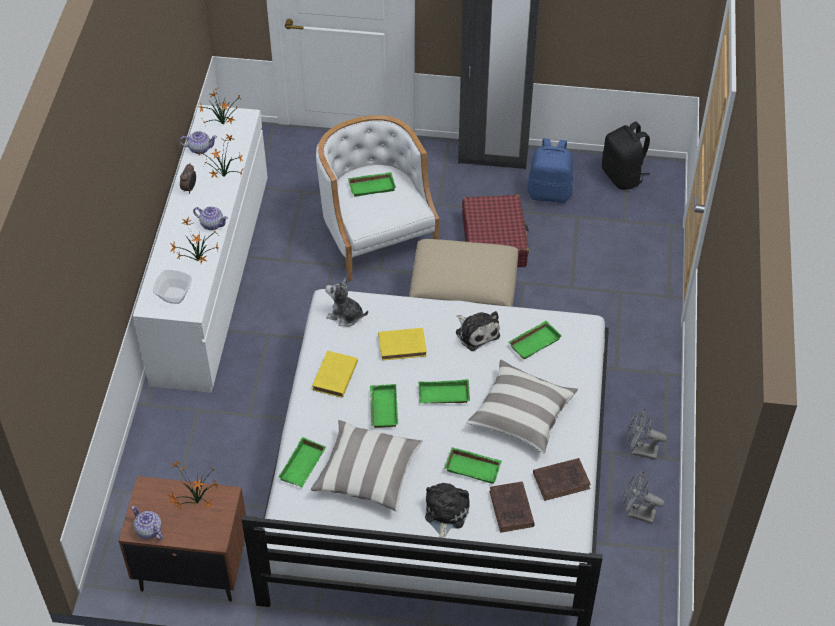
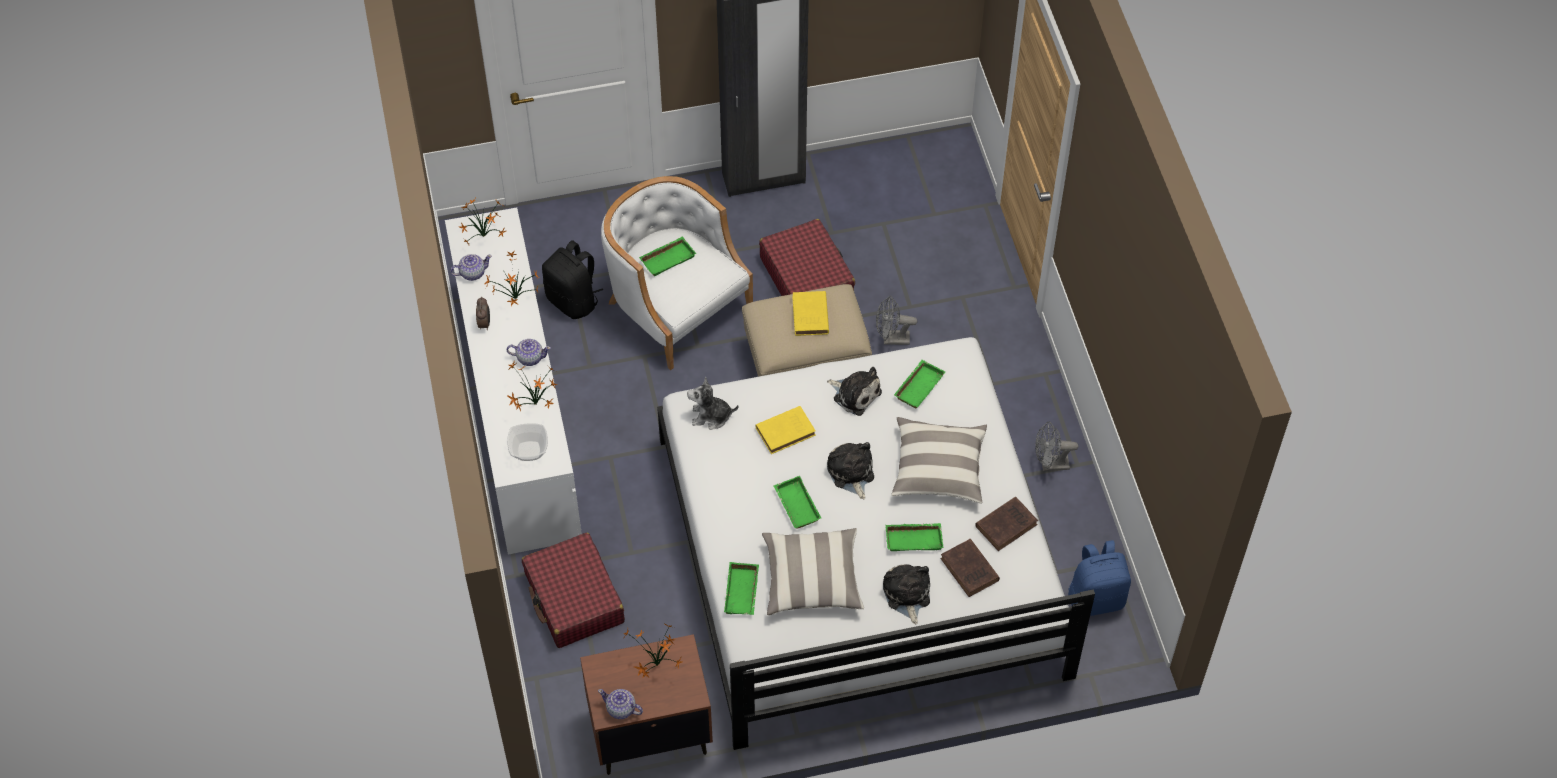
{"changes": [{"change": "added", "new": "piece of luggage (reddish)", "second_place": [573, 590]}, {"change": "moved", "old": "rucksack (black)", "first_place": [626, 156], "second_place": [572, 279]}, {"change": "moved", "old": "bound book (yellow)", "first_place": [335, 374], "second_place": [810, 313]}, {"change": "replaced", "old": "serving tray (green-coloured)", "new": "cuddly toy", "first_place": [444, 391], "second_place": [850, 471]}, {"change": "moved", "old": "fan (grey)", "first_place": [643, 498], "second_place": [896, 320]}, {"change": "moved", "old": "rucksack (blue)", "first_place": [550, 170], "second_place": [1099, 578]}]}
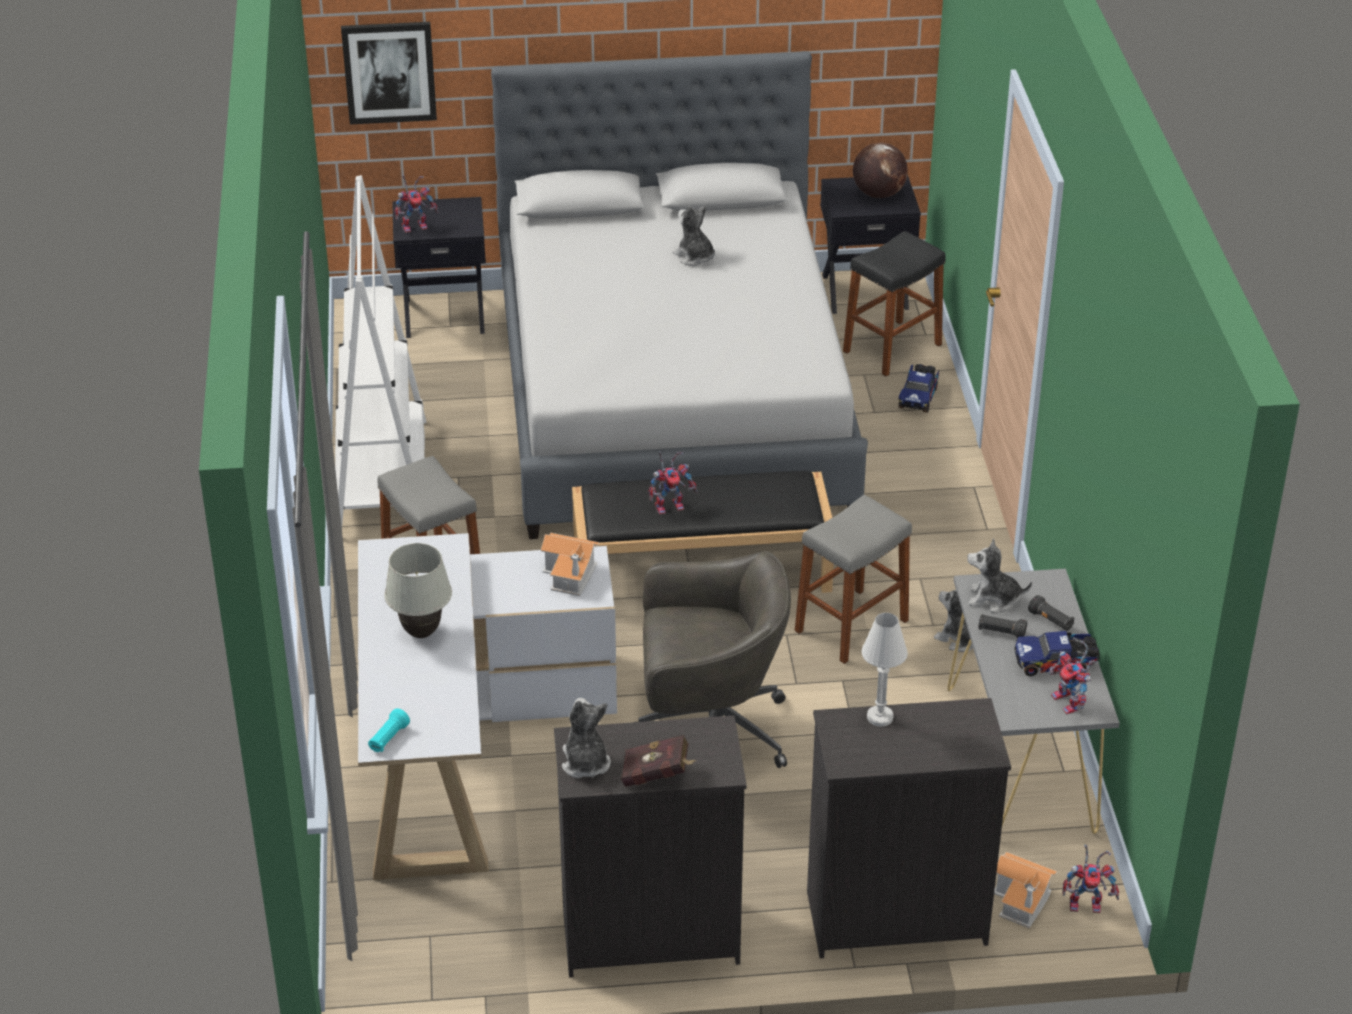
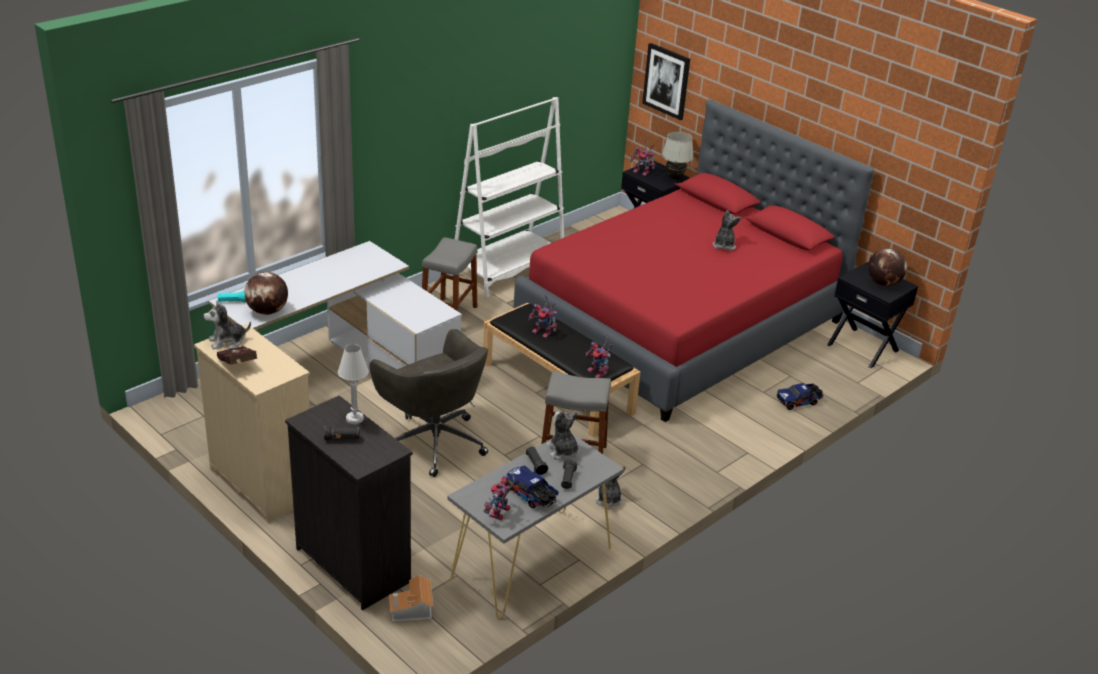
{"changes": [{"change": "recoloured", "old": "dresser (black)", "new": "dresser (beige)", "first_place": [650, 846], "second_place": [252, 423]}, {"change": "turned", "old": "cuddly toy", "first_place": [586, 738], "second_place": [227, 324], "degrees": -150}, {"change": "added", "new": "world globe", "second_place": [266, 293]}, {"change": "added", "new": "hand torch (black)", "second_place": [342, 433]}, {"change": "recoloured", "old": "bed (grey)", "new": "bed (reddish)", "first_place": [679, 295], "second_place": [693, 260]}, {"change": "moved", "old": "toy robot", "first_place": [1090, 878], "second_place": [599, 356]}, {"change": "moved", "old": "table lamp (white)", "first_place": [418, 590], "second_place": [678, 155]}, {"change": "removed", "old": "model house", "first_place": [570, 564]}, {"change": "removed", "old": "stool seat (black)", "first_place": [894, 303]}]}
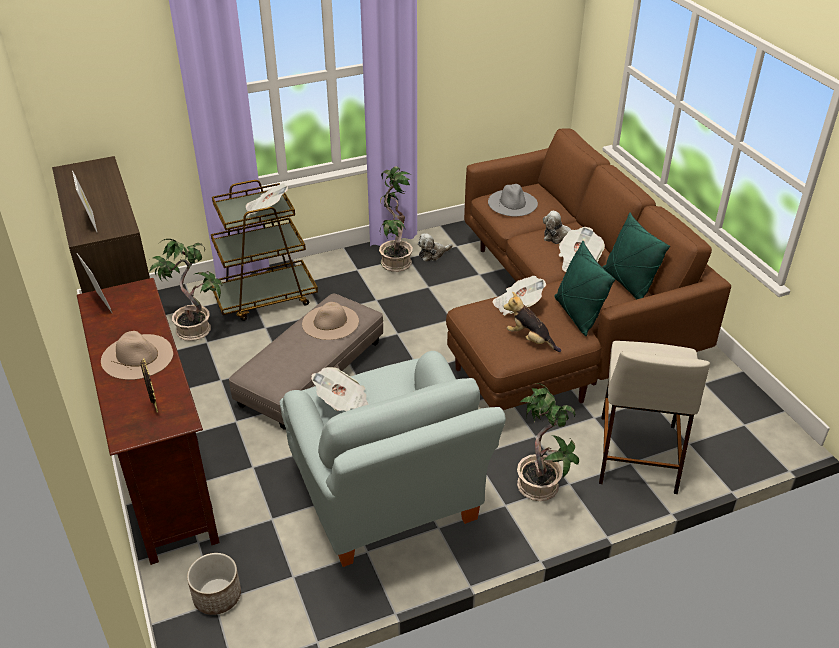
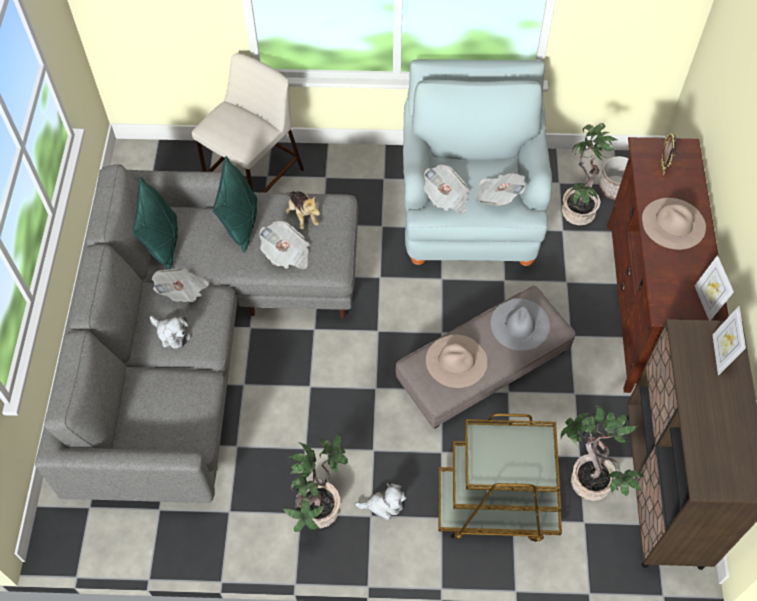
{"changes": [{"change": "recoloured", "old": "settee (brown-coloured)", "new": "settee (grey)", "first_place": [588, 269], "second_place": [196, 333]}, {"change": "moved", "old": "cuddly toy", "first_place": [435, 247], "second_place": [380, 501]}, {"change": "moved", "old": "printed paper", "first_place": [267, 199], "second_place": [447, 189]}, {"change": "moved", "old": "clothing hat (grey)", "first_place": [513, 200], "second_place": [520, 324]}, {"change": "moved", "old": "houseplant", "first_place": [548, 442], "second_place": [589, 174]}]}
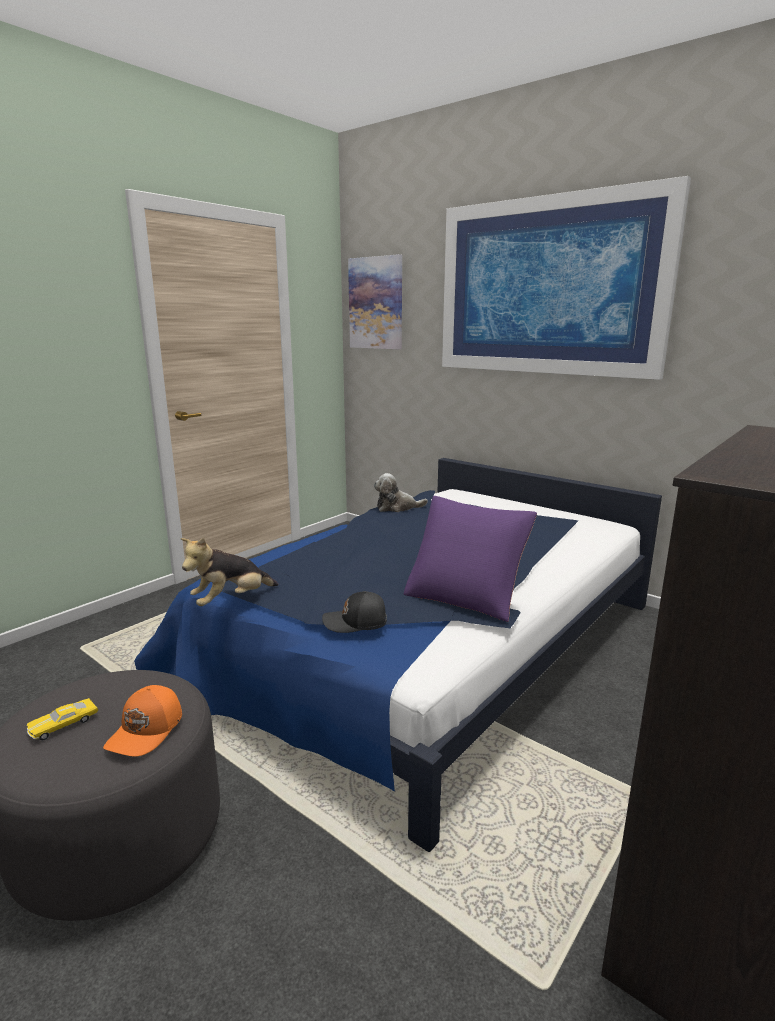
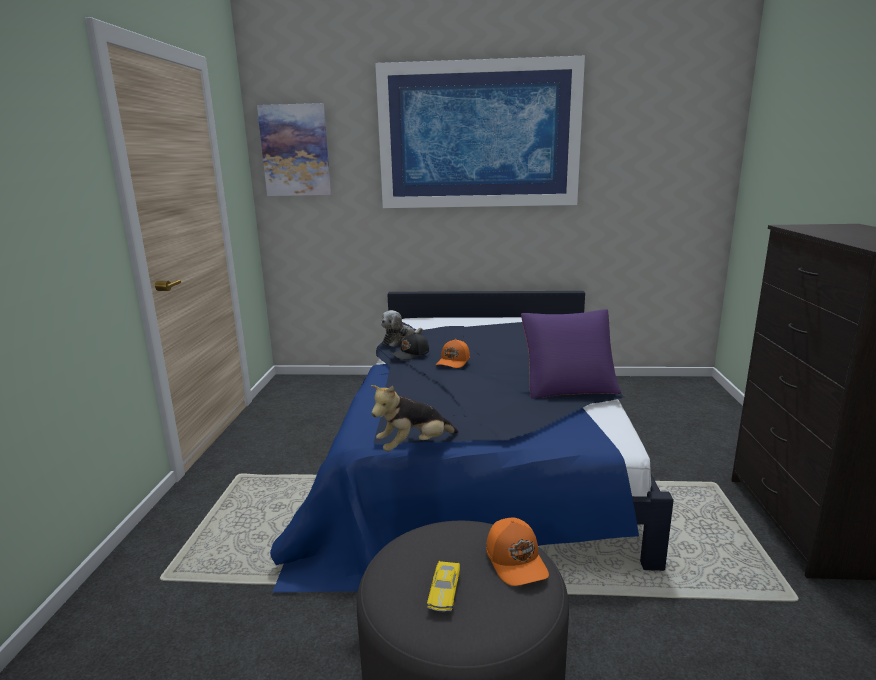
{"changes": [{"change": "turned", "old": "cuddly toy", "first_place": [229, 572], "second_place": [415, 418], "degrees": 45}, {"change": "moved", "old": "cap (black)", "first_place": [354, 612], "second_place": [410, 346]}, {"change": "added", "new": "cap (orange)", "second_place": [453, 353]}]}
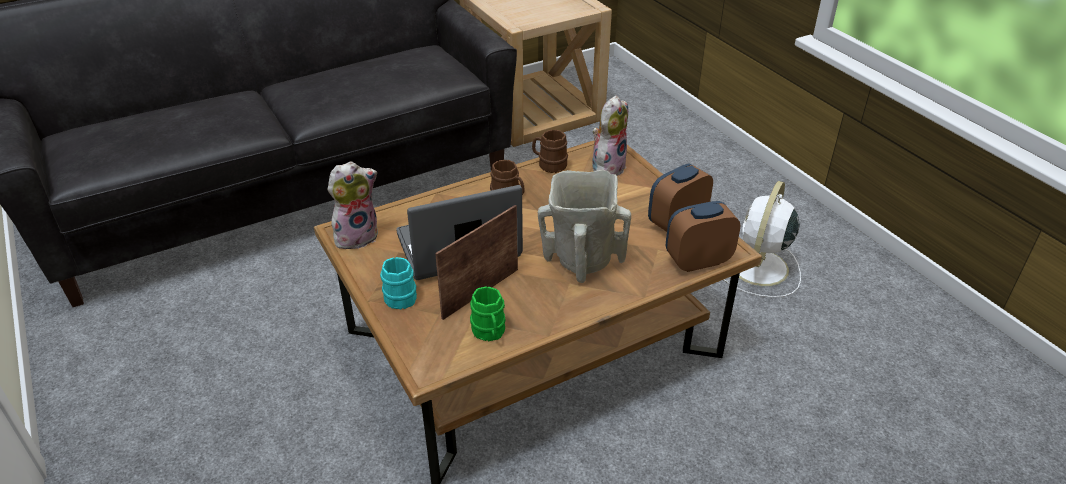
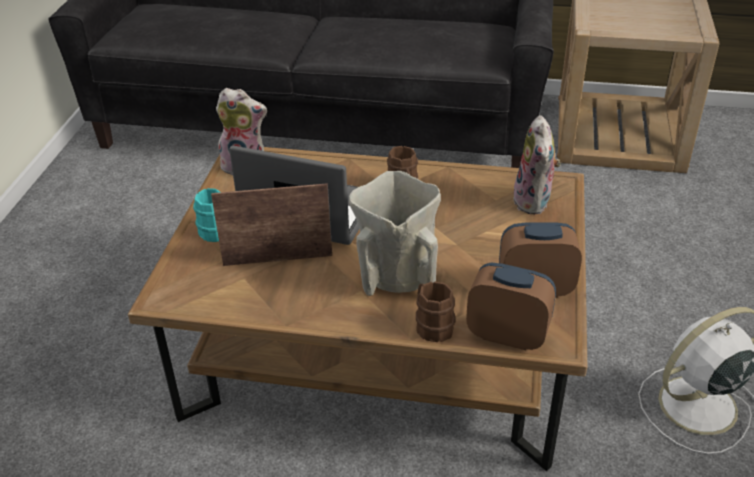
{"changes": [{"change": "moved", "old": "tea mug (brown-coloured)", "first_place": [550, 151], "second_place": [436, 311]}, {"change": "turned", "old": "cuddly toy", "first_place": [610, 135], "second_place": [537, 164], "degrees": 105}, {"change": "removed", "old": "tea mug (green-coloured)", "first_place": [487, 313]}]}
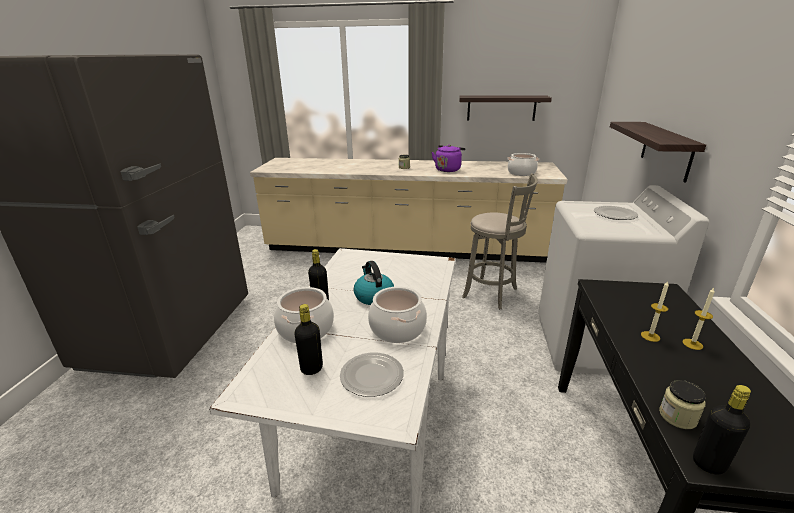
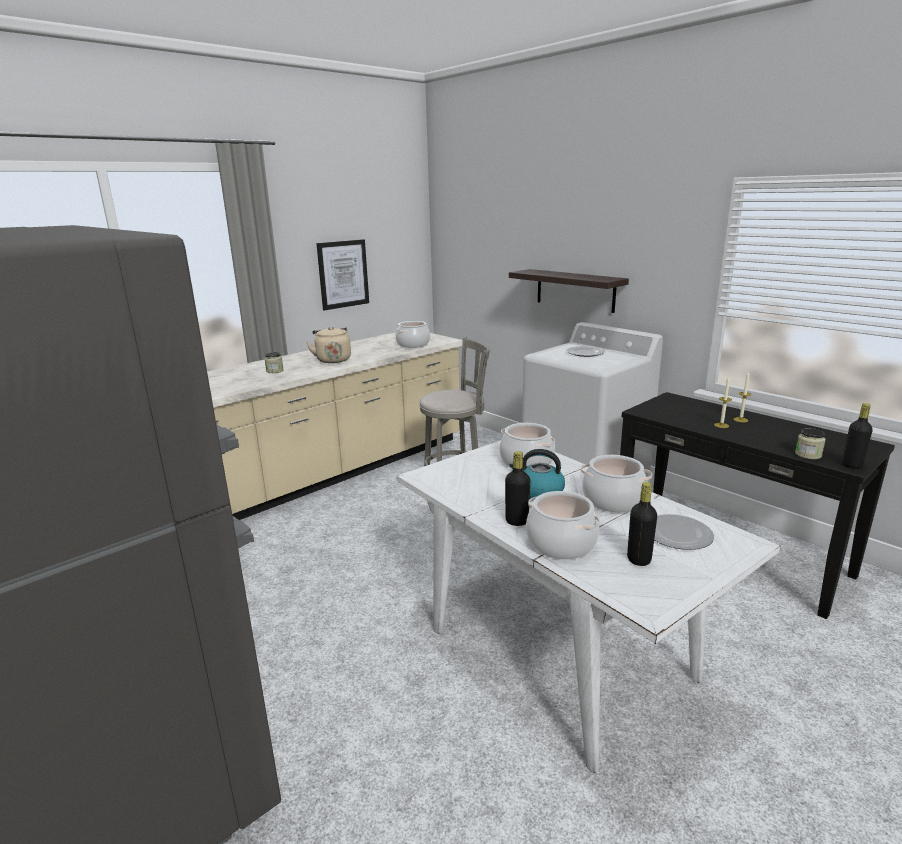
{"changes": [{"change": "recoloured", "old": "tea kettle (purplish)", "new": "tea kettle (beige)", "first_place": [448, 158], "second_place": [328, 345]}, {"change": "replaced", "old": "bracket shelf", "new": "wall art", "first_place": [505, 108], "second_place": [342, 275]}, {"change": "added", "new": "cooking pot", "second_place": [527, 445]}]}
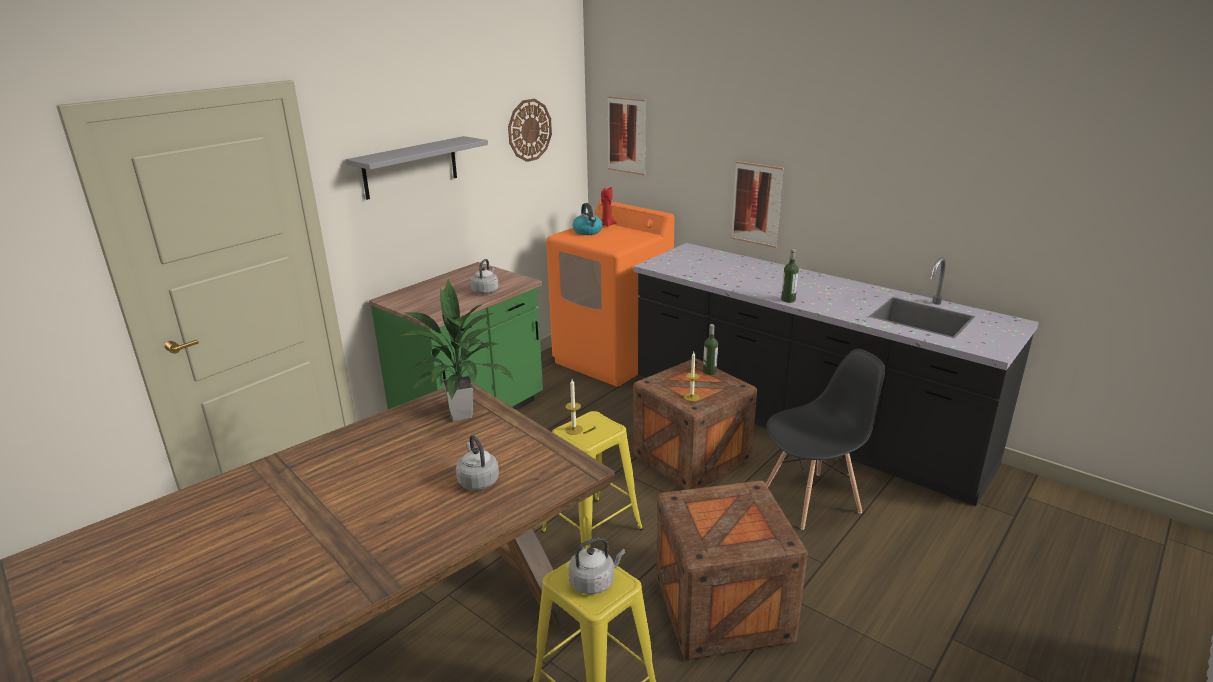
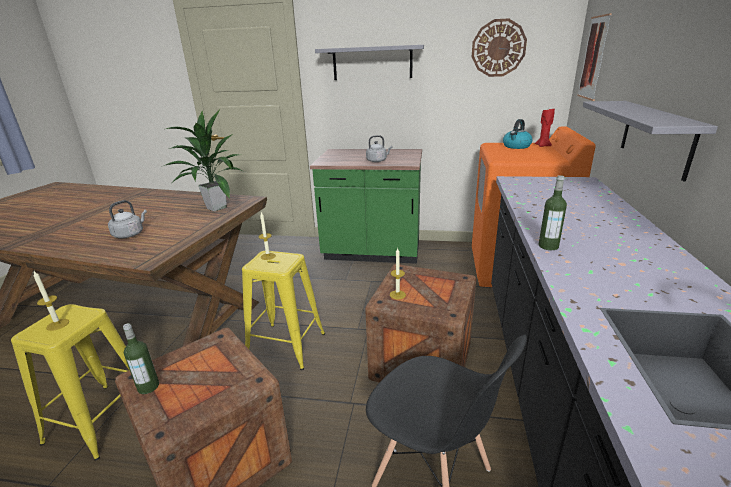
{"changes": [{"change": "replaced", "old": "tea kettle (grey)", "new": "wax light", "first_place": [597, 565], "second_place": [51, 301]}, {"change": "moved", "old": "drink bottle", "first_place": [710, 349], "second_place": [141, 358]}, {"change": "replaced", "old": "wall art", "new": "bracket shelf (grey)", "first_place": [757, 204], "second_place": [650, 141]}]}
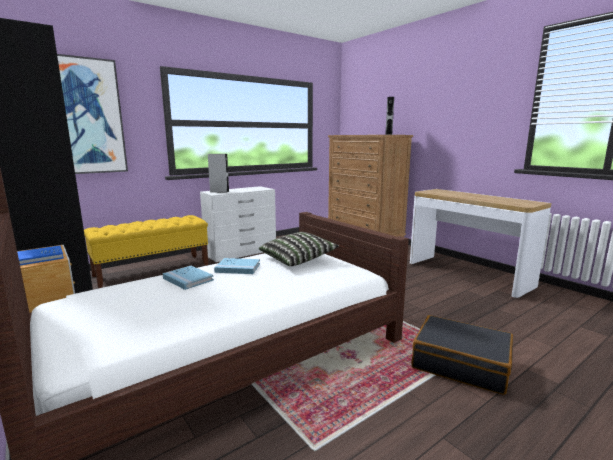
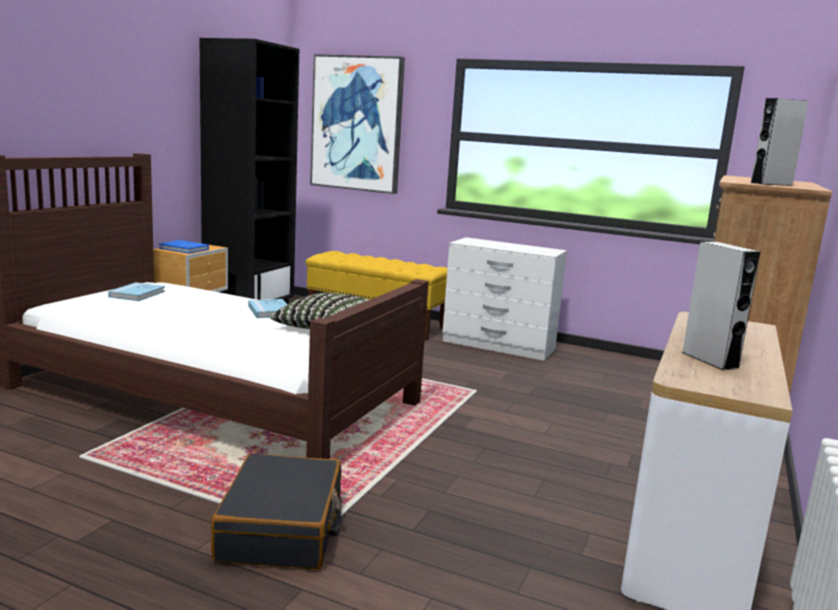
{"changes": [{"change": "moved", "old": "bound book (blue)", "first_place": [188, 278], "second_place": [136, 291]}, {"change": "moved", "old": "speaker (grey)", "first_place": [219, 173], "second_place": [721, 306]}]}
